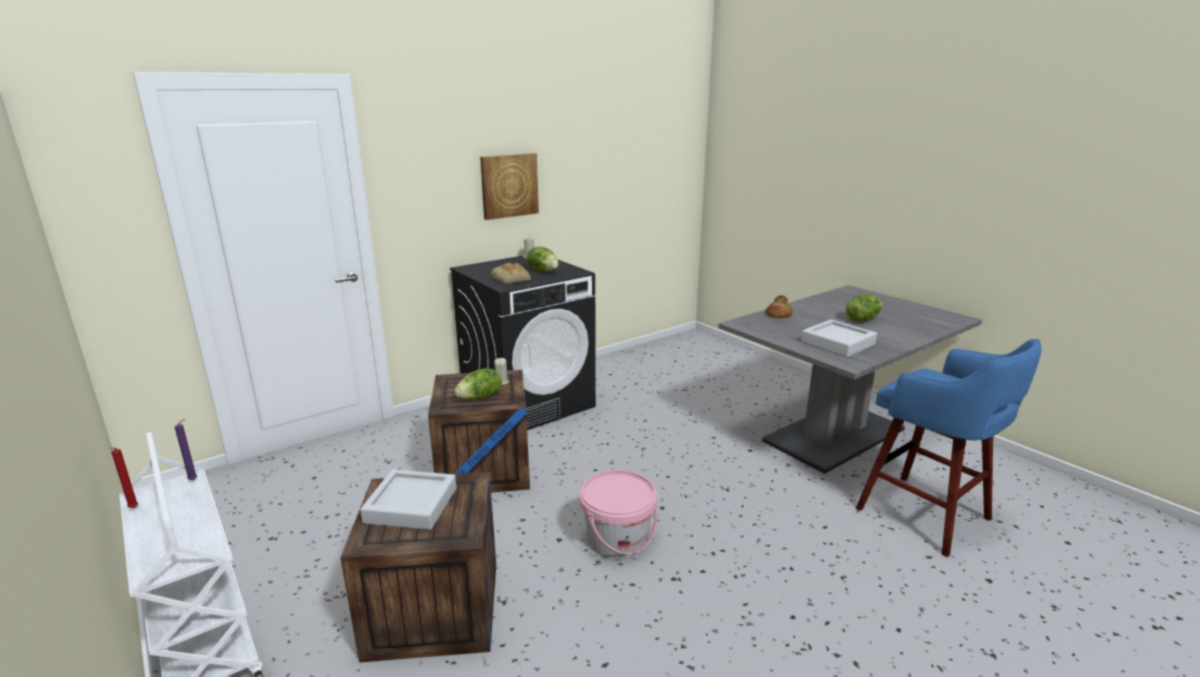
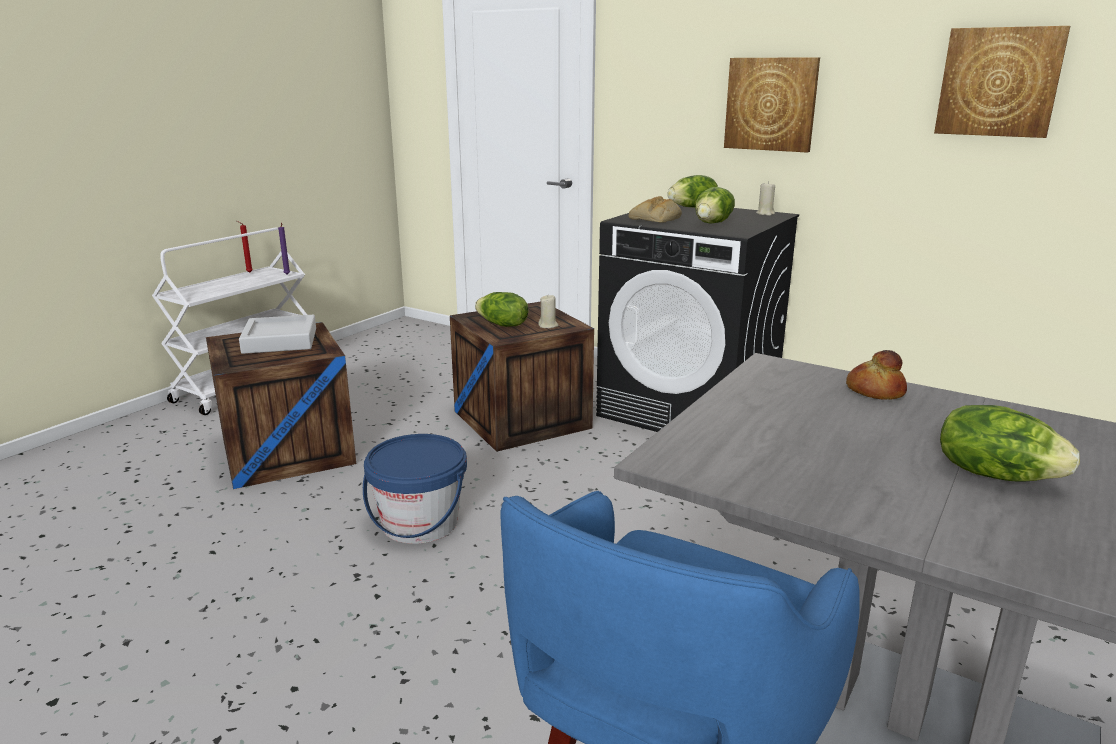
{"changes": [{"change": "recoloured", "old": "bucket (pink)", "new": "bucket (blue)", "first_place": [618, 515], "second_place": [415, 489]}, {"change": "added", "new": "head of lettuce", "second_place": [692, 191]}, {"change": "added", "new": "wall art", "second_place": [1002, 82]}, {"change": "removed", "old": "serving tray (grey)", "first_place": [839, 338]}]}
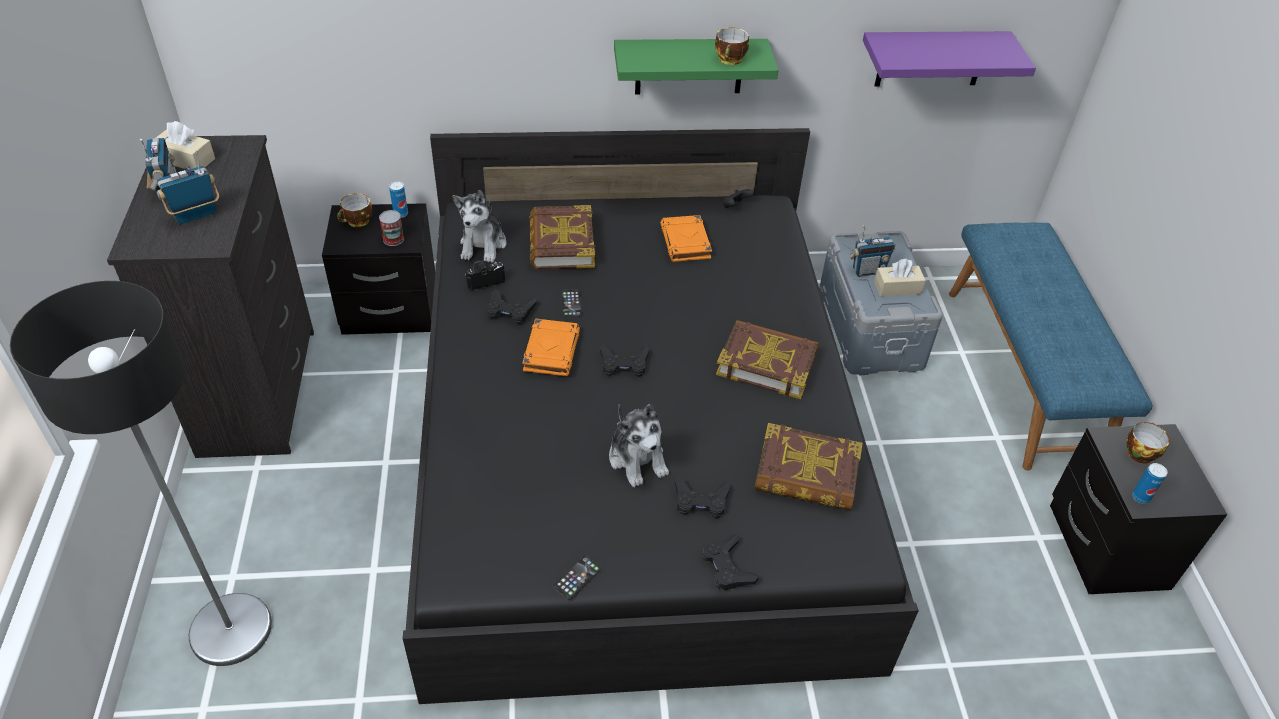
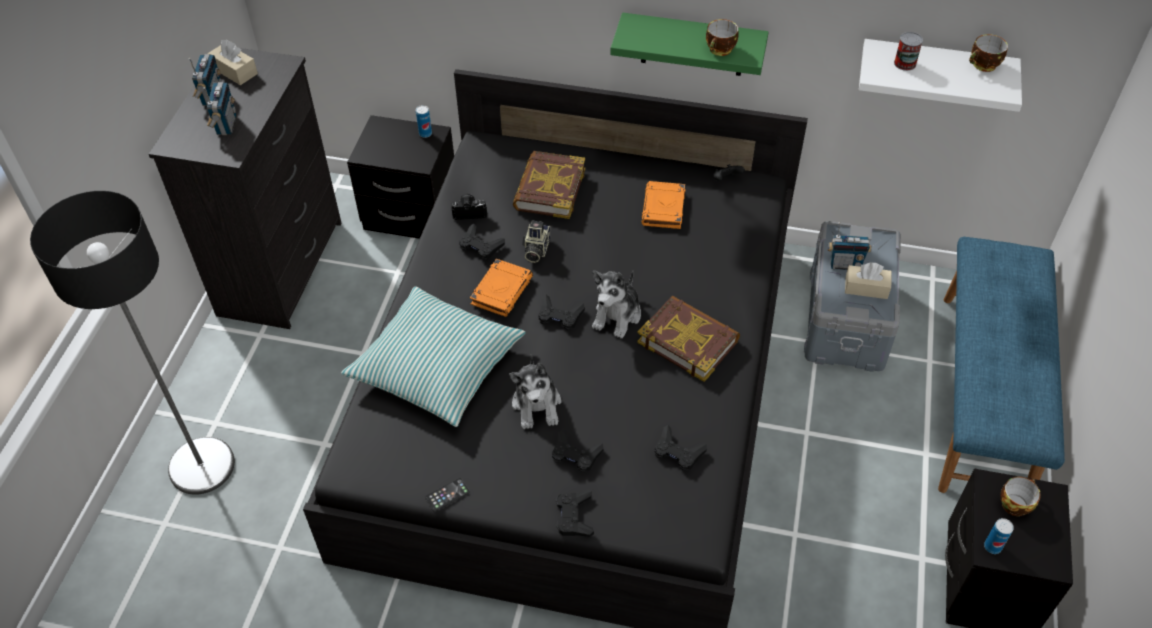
{"changes": [{"change": "turned", "old": "radio", "first_place": [187, 187], "second_place": [219, 108], "degrees": 105}, {"change": "added", "new": "pillow", "second_place": [433, 356]}, {"change": "replaced", "old": "handset", "new": "still camera", "first_place": [571, 303], "second_place": [536, 241]}, {"change": "moved", "old": "cuddly toy", "first_place": [479, 226], "second_place": [616, 304]}, {"change": "replaced", "old": "bound book", "new": "game controller (black)", "first_place": [808, 466], "second_place": [681, 448]}, {"change": "recoloured", "old": "bracket shelf (purplish)", "new": "bracket shelf (white)", "first_place": [949, 58], "second_place": [940, 75]}, {"change": "moved", "old": "can", "first_place": [391, 228], "second_place": [908, 51]}, {"change": "moved", "old": "small cup", "first_place": [354, 210], "second_place": [988, 53]}]}
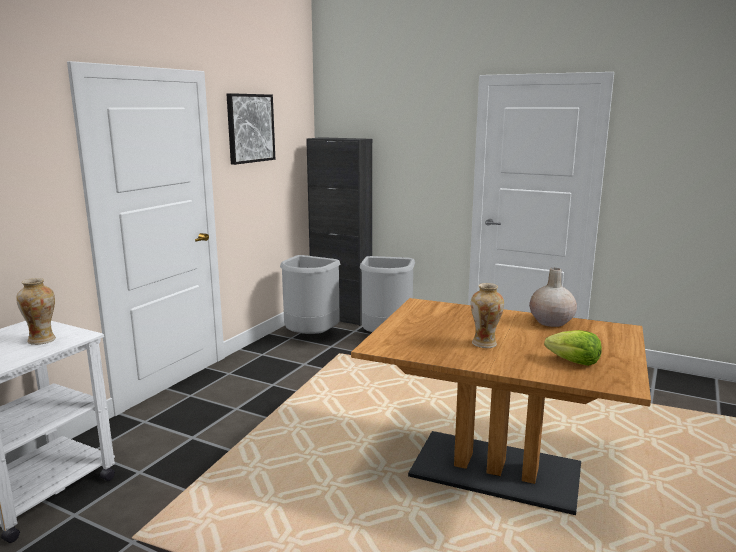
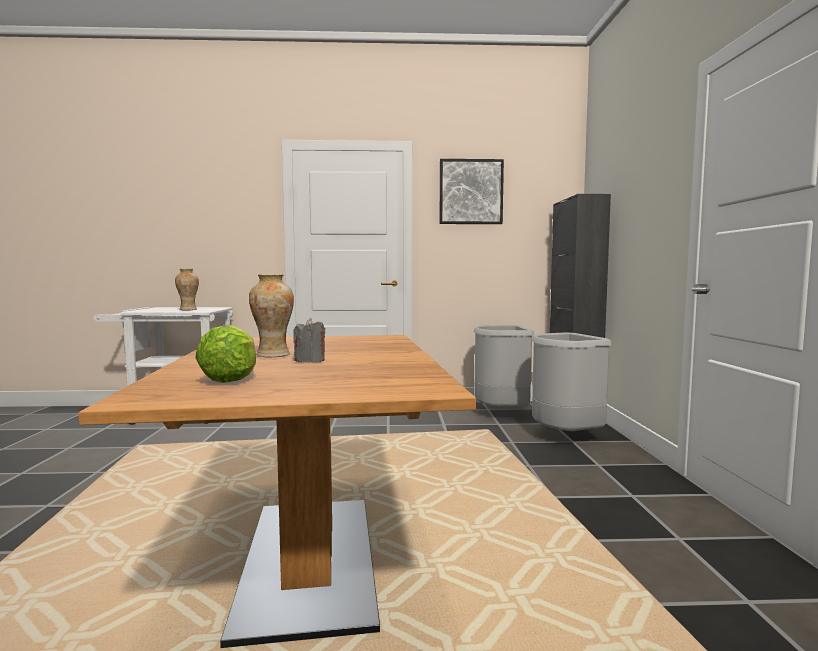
{"changes": [{"change": "added", "new": "wax light (grey)", "second_place": [309, 340]}, {"change": "removed", "old": "decorative vase (beige)", "first_place": [553, 297]}]}
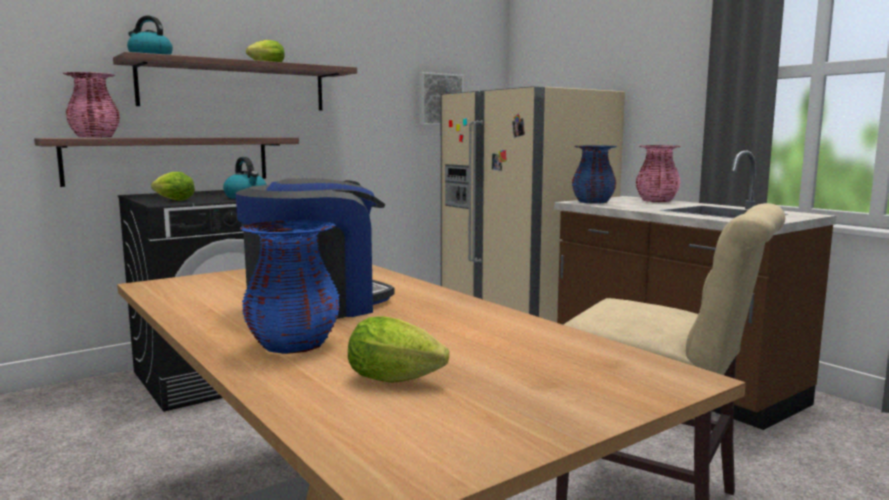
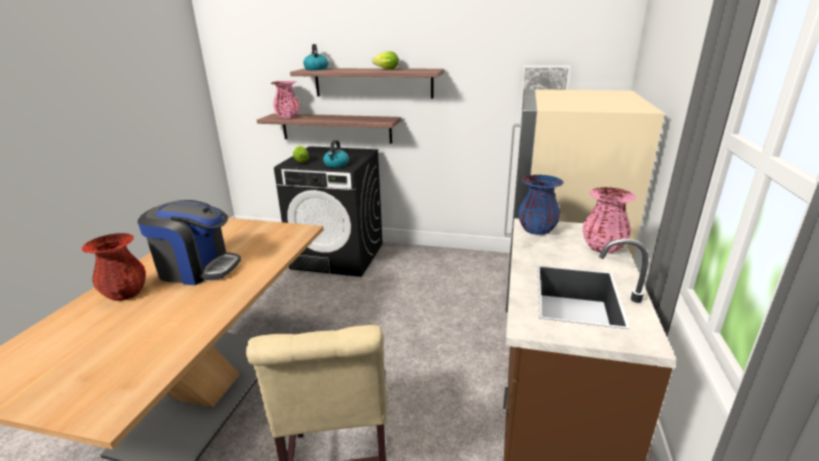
{"changes": [{"change": "recoloured", "old": "decorative vase (blue)", "new": "decorative vase (reddish)", "first_place": [290, 287], "second_place": [113, 267]}, {"change": "removed", "old": "head of lettuce", "first_place": [398, 349]}]}
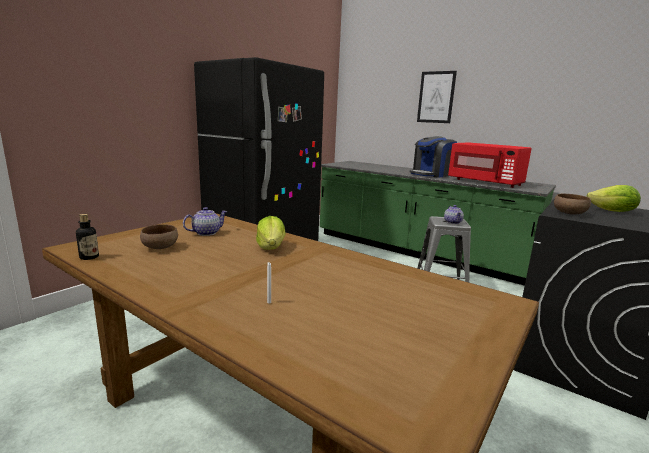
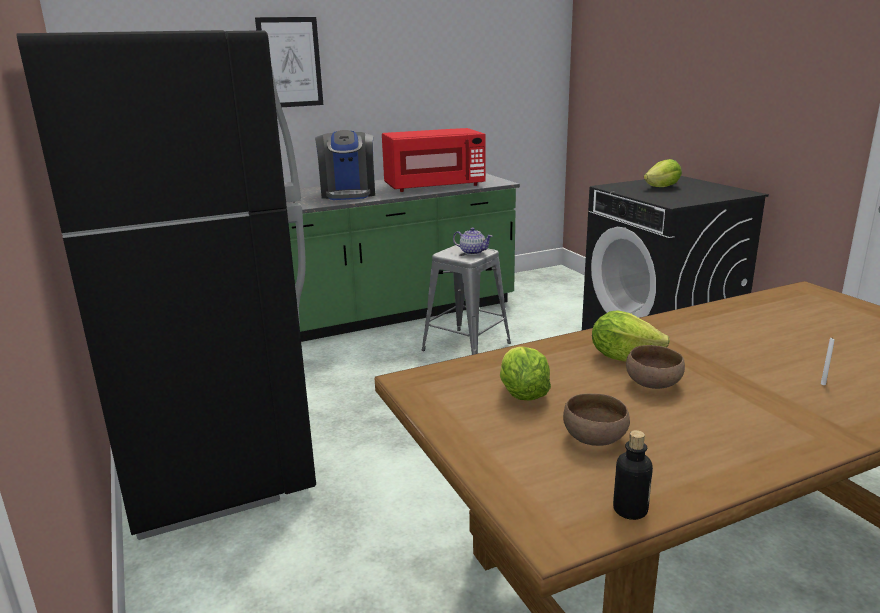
{"changes": [{"change": "replaced", "old": "pot for tea", "new": "head of lettuce", "first_place": [205, 221], "second_place": [525, 373]}, {"change": "moved", "old": "deep dish (brown-coloured)", "first_place": [572, 204], "second_place": [655, 367]}]}
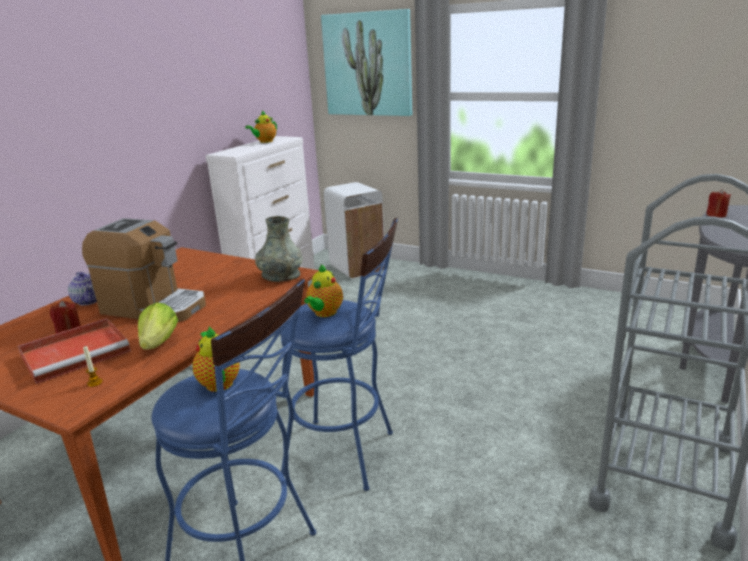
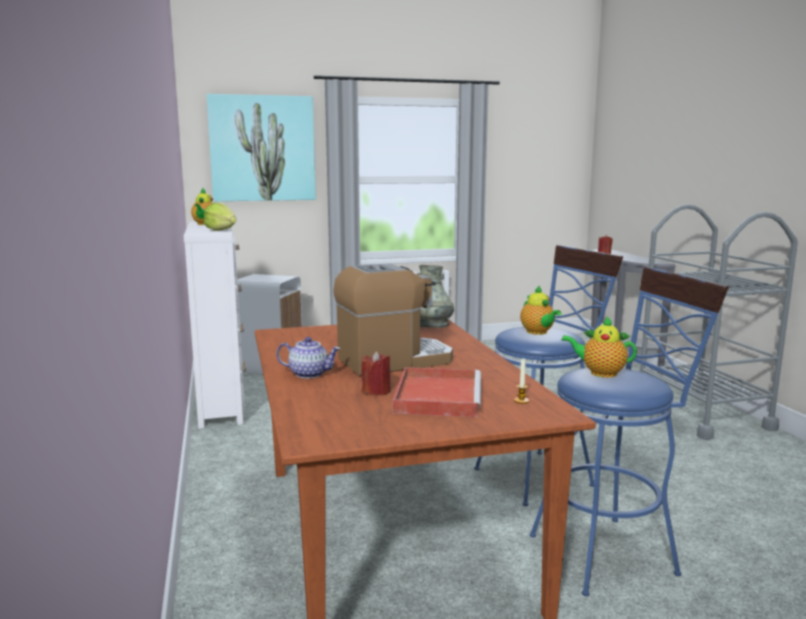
{"changes": [{"change": "moved", "old": "head of lettuce", "first_place": [158, 326], "second_place": [220, 217]}]}
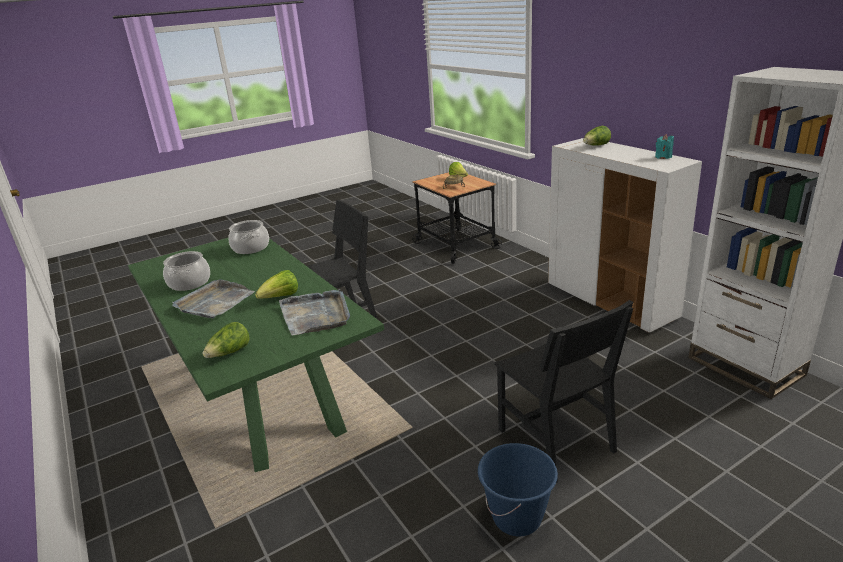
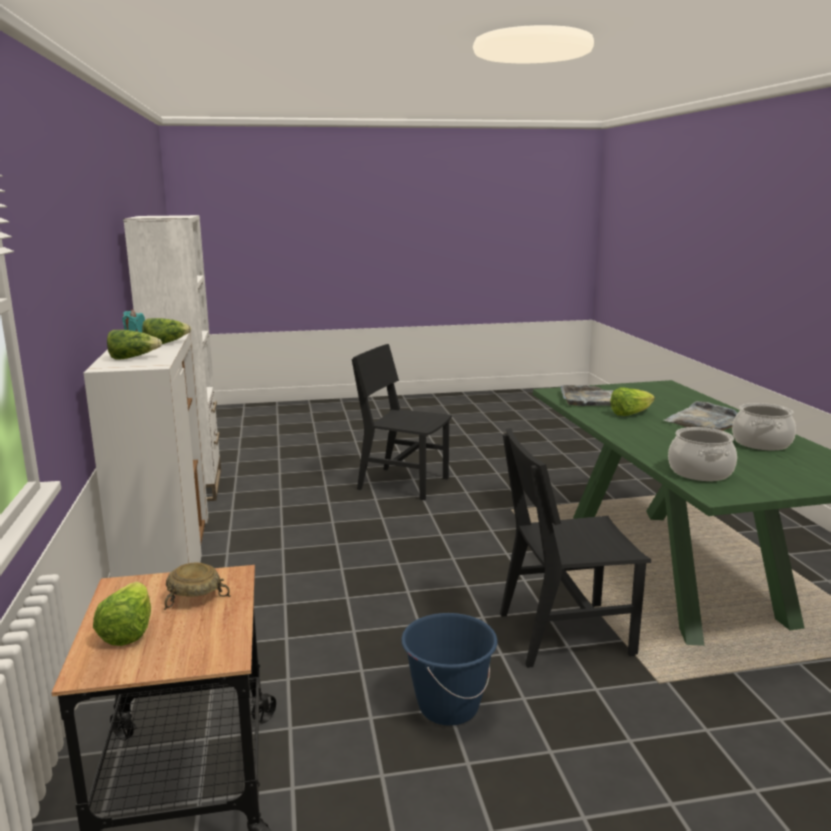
{"changes": [{"change": "moved", "old": "head of lettuce", "first_place": [226, 340], "second_place": [166, 331]}, {"change": "turned", "old": "plain chair (black)", "first_place": [564, 391], "second_place": [402, 422], "degrees": -60}, {"change": "moved", "old": "bucket (blue)", "first_place": [518, 490], "second_place": [449, 669]}]}
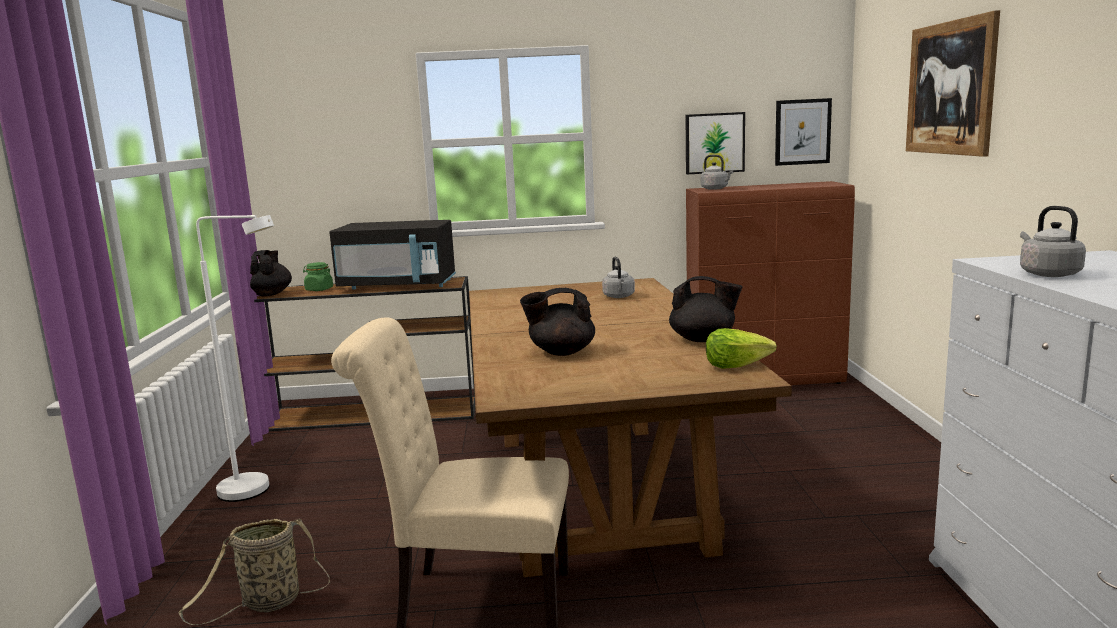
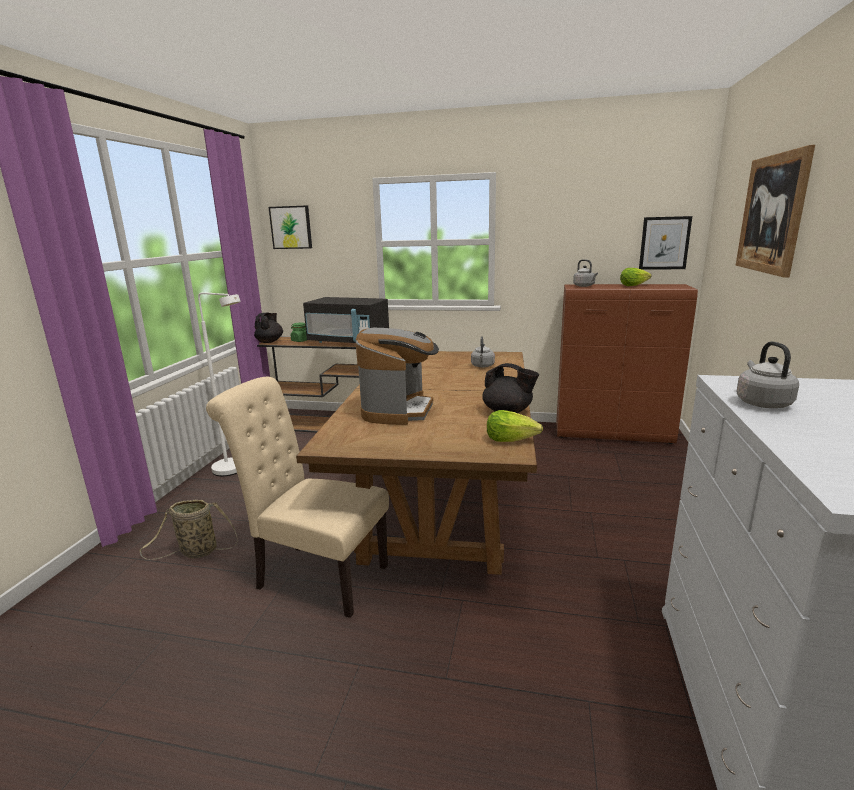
{"changes": [{"change": "moved", "old": "wall art", "first_place": [715, 143], "second_place": [290, 227]}, {"change": "replaced", "old": "pot for tea (black)", "new": "coffee maker", "first_place": [557, 322], "second_place": [397, 376]}, {"change": "added", "new": "head of lettuce", "second_place": [636, 277]}]}
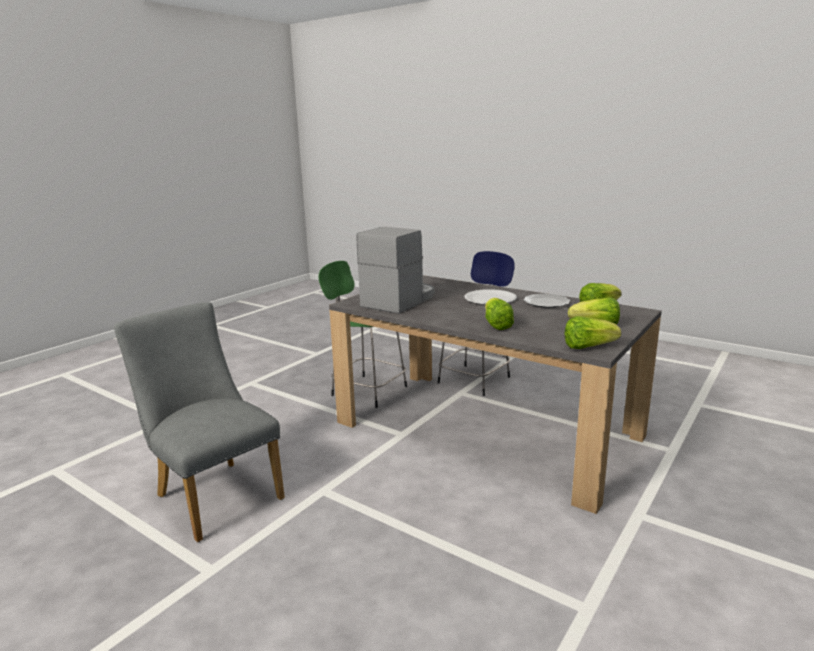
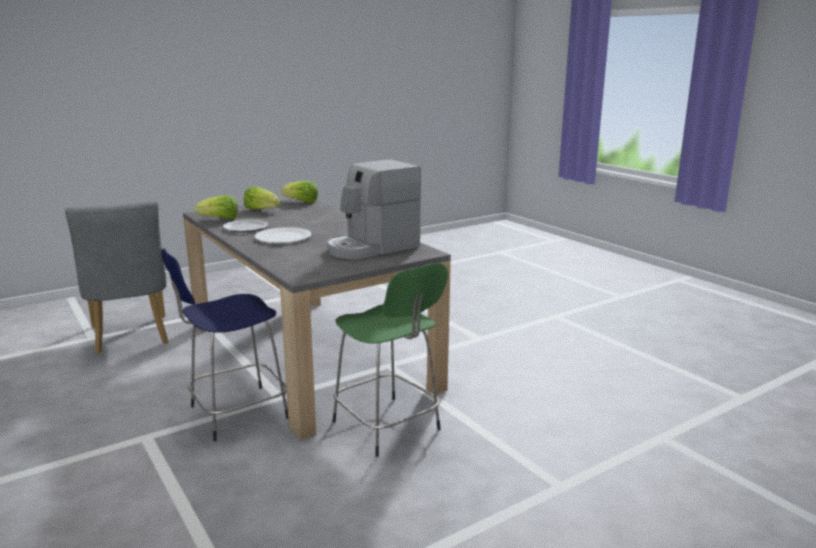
{"changes": [{"change": "moved", "old": "plain chair (grey)", "first_place": [199, 422], "second_place": [117, 277]}, {"change": "removed", "old": "head of lettuce", "first_place": [499, 314]}]}
